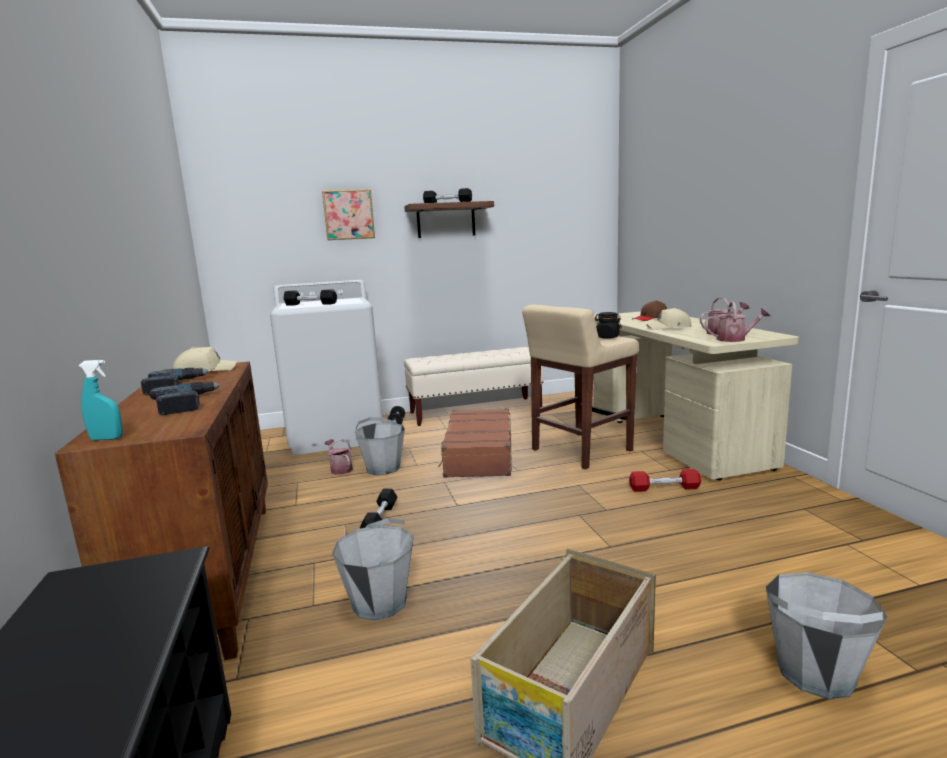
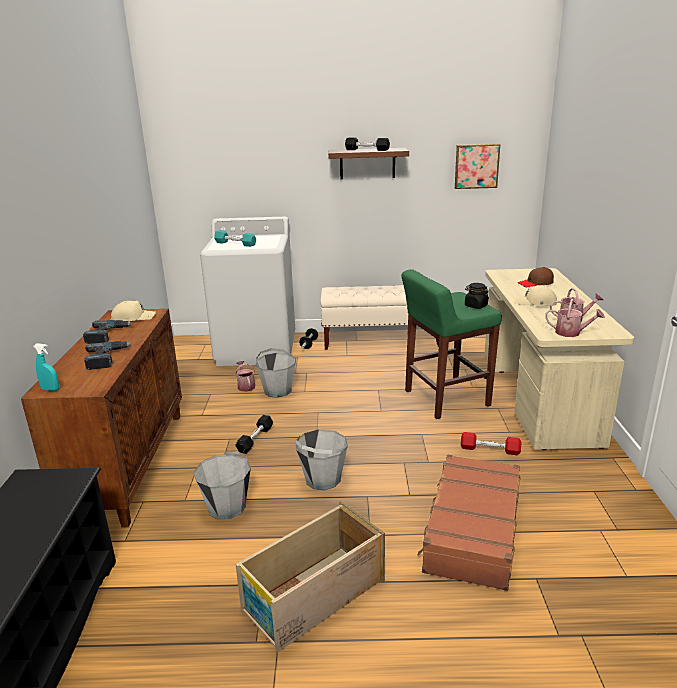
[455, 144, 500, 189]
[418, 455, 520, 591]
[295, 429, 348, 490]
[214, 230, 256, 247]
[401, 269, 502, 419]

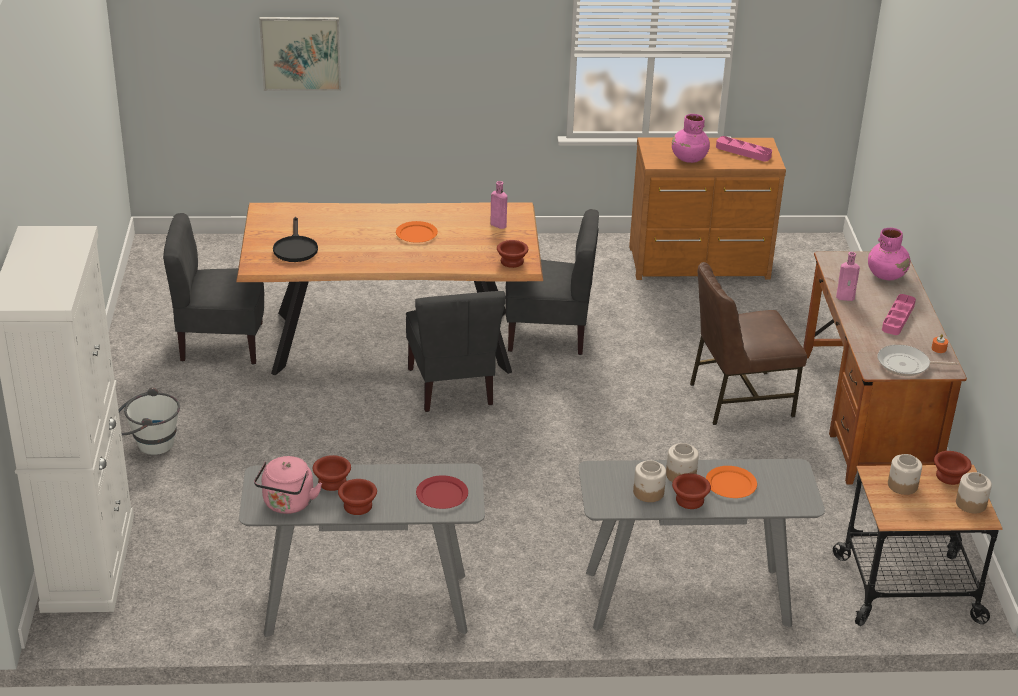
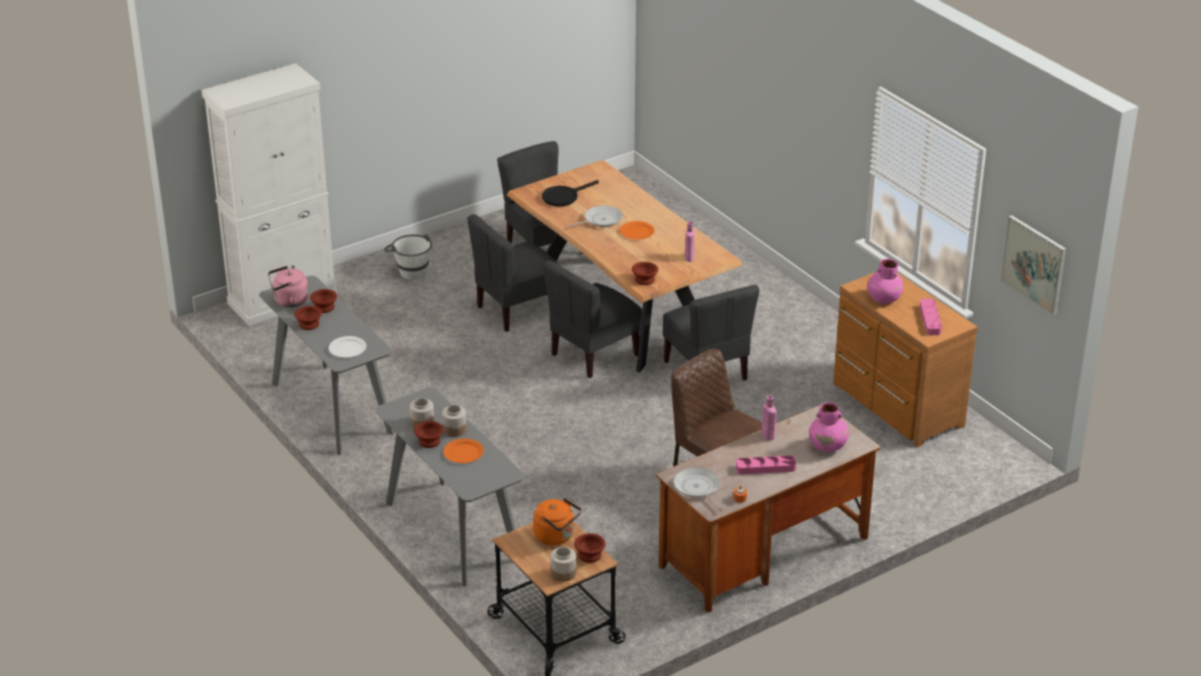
[467, 214, 559, 332]
[567, 206, 623, 228]
[1000, 215, 1066, 315]
[533, 498, 582, 545]
[329, 336, 366, 358]

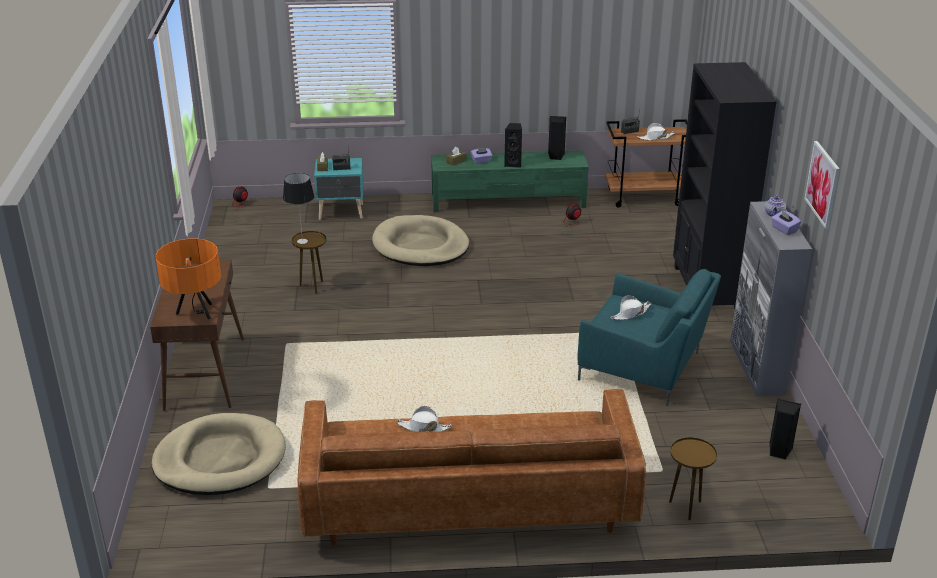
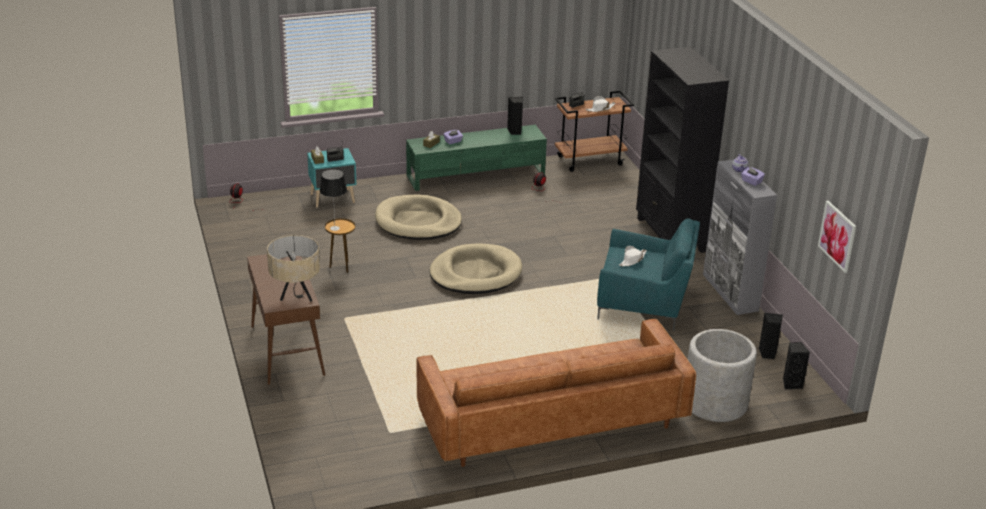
[397, 406, 452, 432] (first image)
[430, 243, 522, 294]
[783, 342, 810, 389]
[818, 201, 856, 273]
[688, 329, 757, 422]
[267, 235, 320, 302]

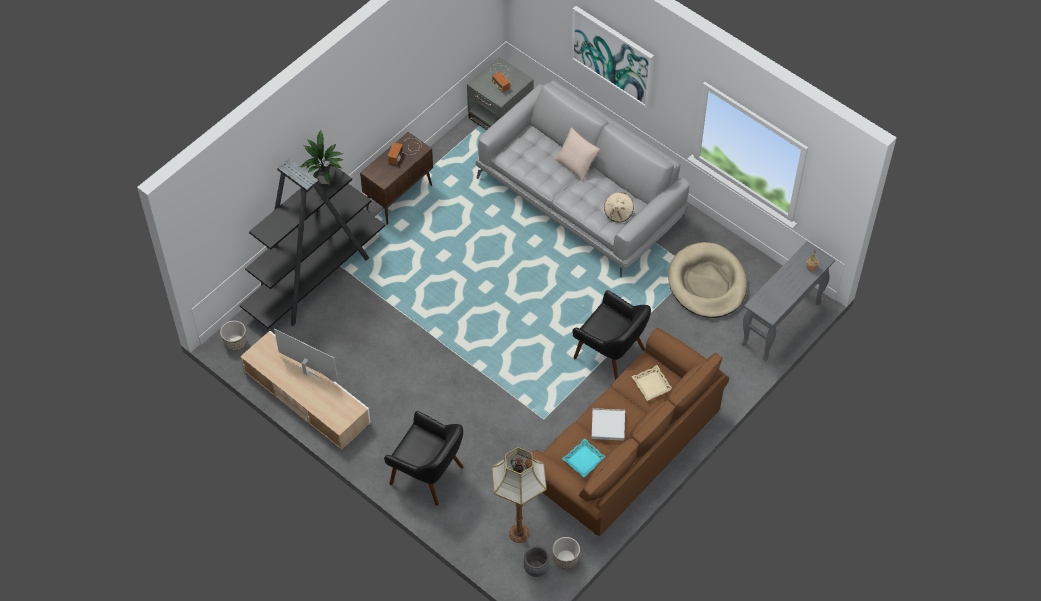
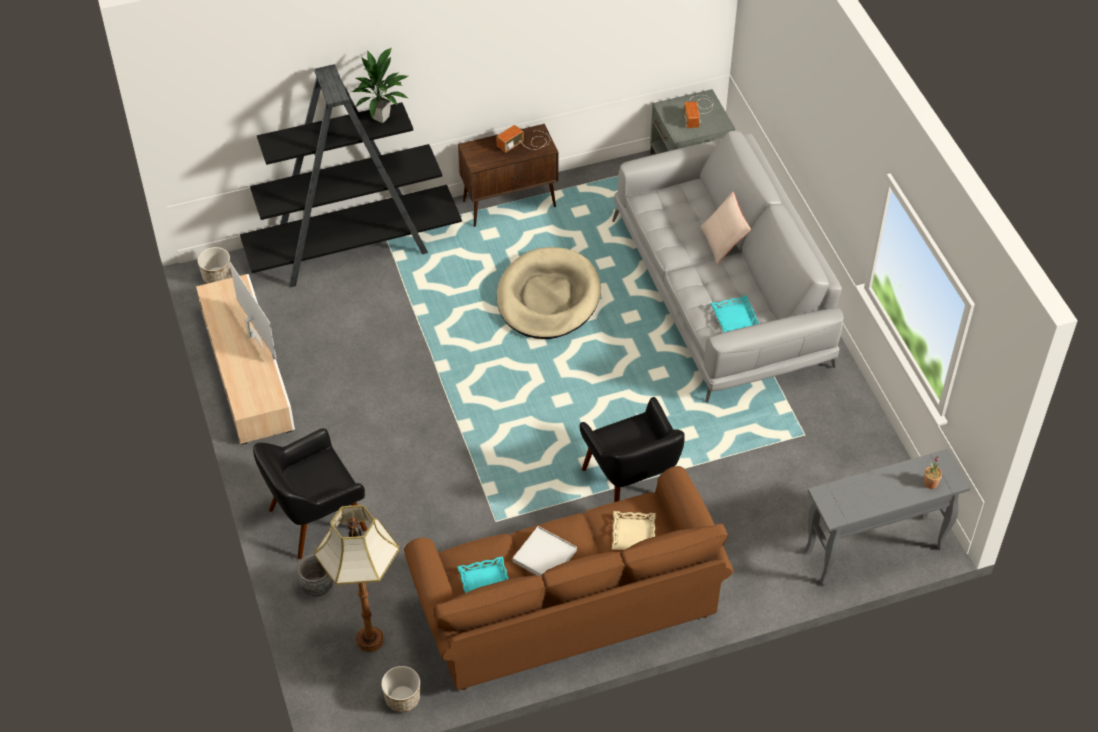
[571, 6, 654, 108] (first image)
[297, 554, 333, 597]
[497, 247, 601, 339]
[710, 295, 760, 333]
[253, 428, 367, 559]

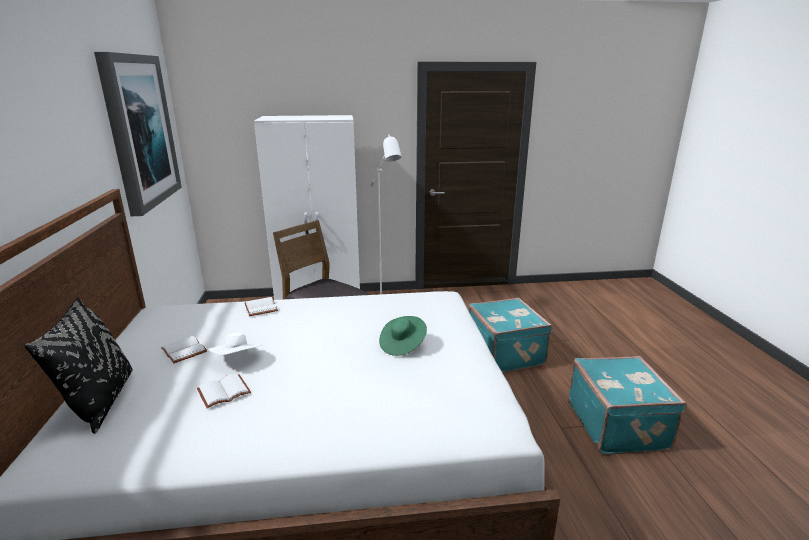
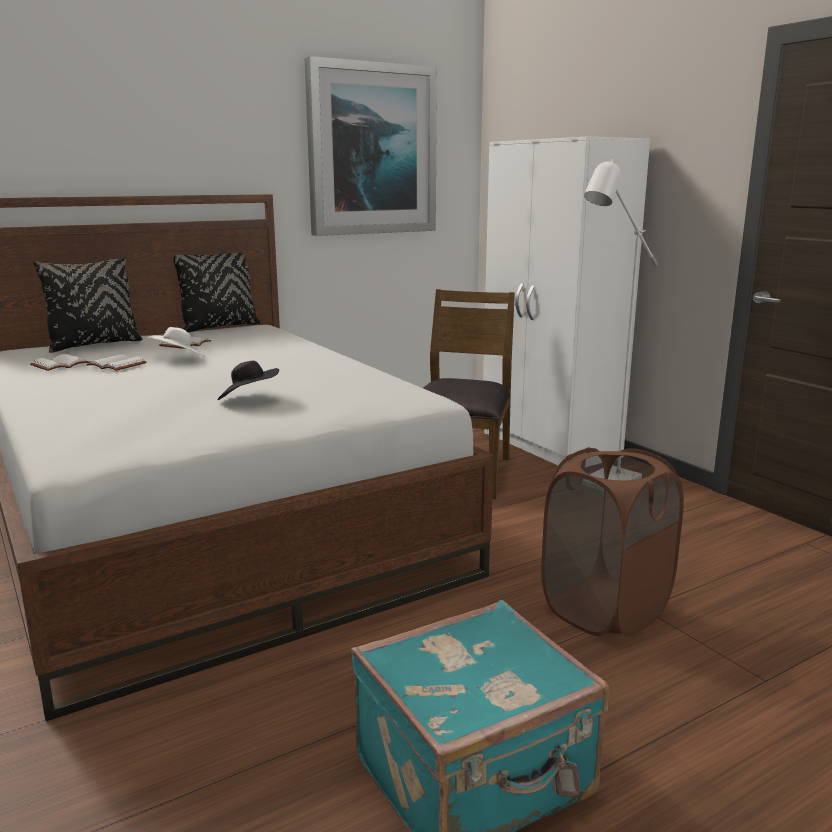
[173, 252, 260, 333]
[30, 354, 90, 371]
[541, 447, 684, 637]
[217, 361, 279, 400]

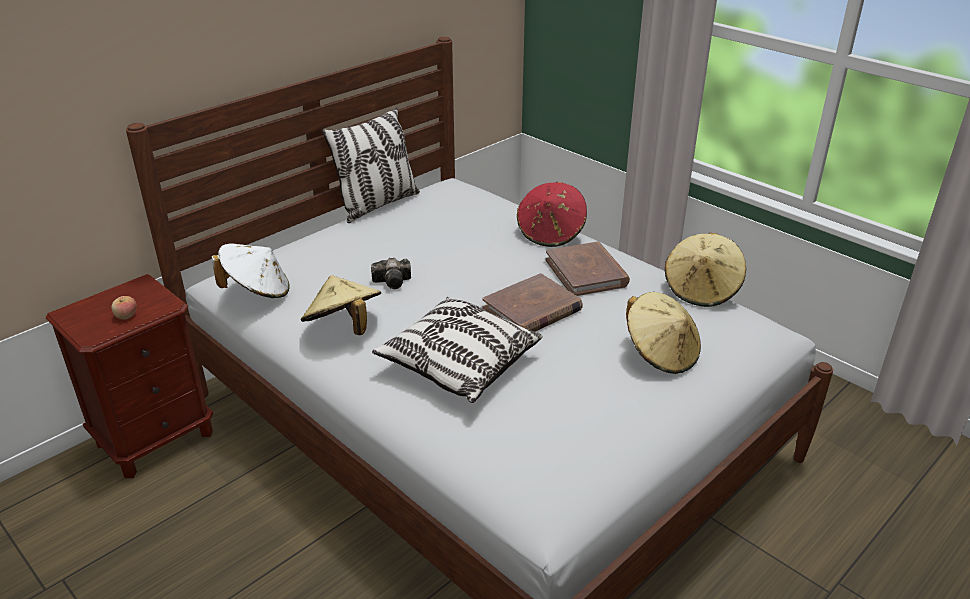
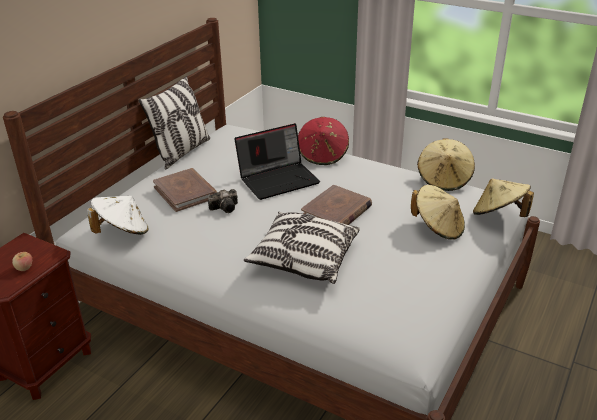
[234, 123, 320, 200]
[473, 178, 534, 217]
[153, 168, 217, 212]

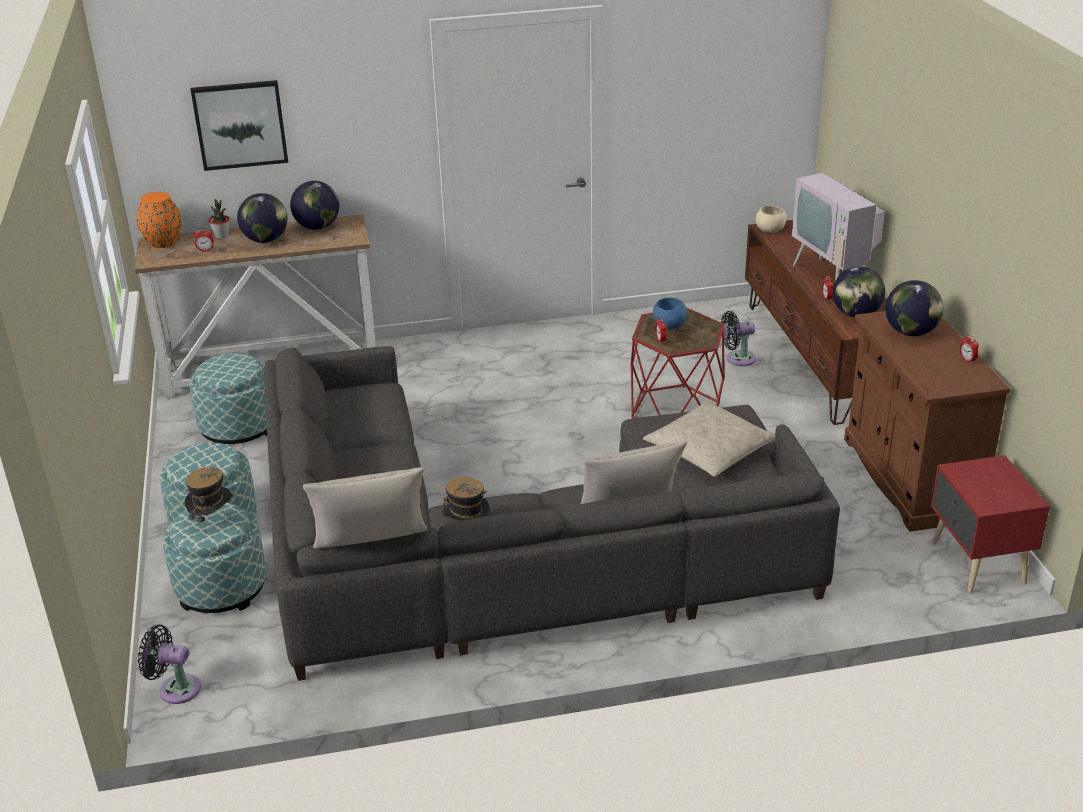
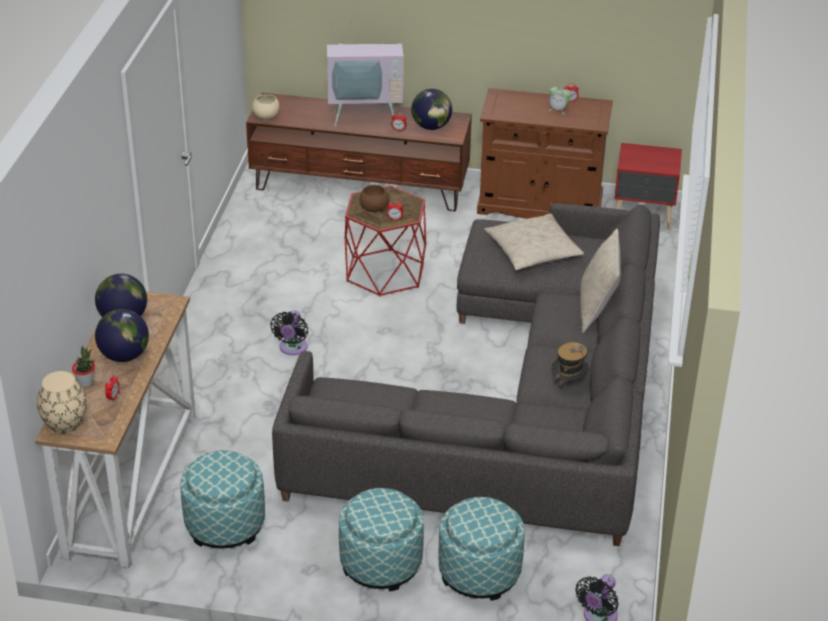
[184, 467, 233, 534] (first image)
[191, 80, 288, 171] (first image)
[303, 467, 427, 549] (first image)
[885, 280, 943, 336] (first image)
[549, 85, 571, 115]
[270, 310, 308, 355]
[37, 371, 87, 433]
[360, 185, 389, 212]

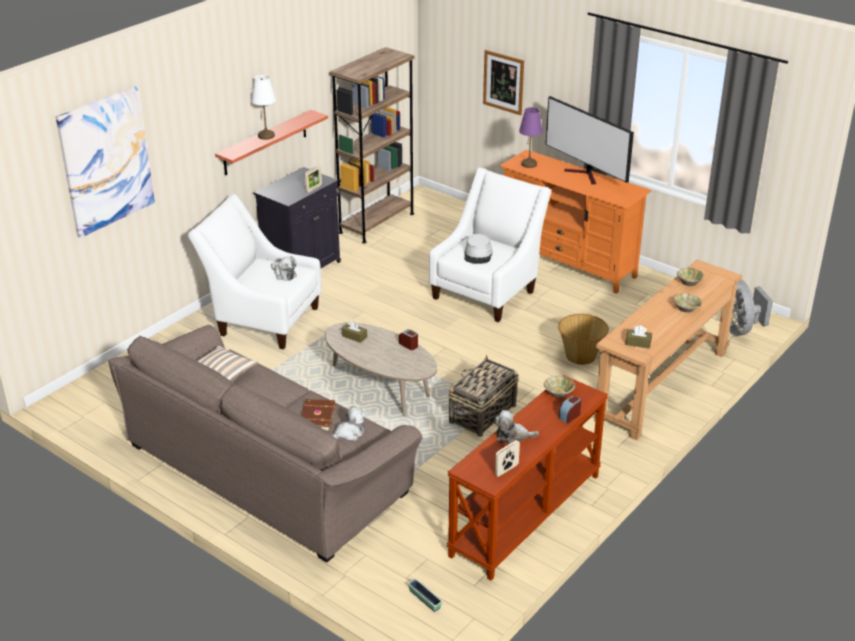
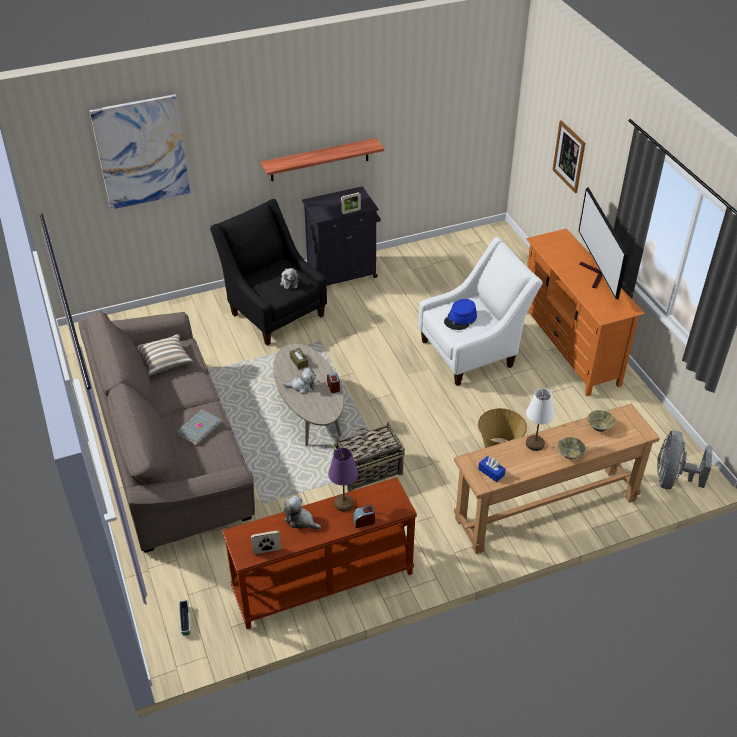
[330, 47, 415, 244] (first image)
[544, 376, 575, 398] (first image)
[526, 388, 555, 451]
[282, 367, 316, 394]
[328, 448, 358, 512]
[210, 199, 327, 346]
[176, 409, 222, 446]
[444, 299, 477, 330]
[478, 456, 505, 482]

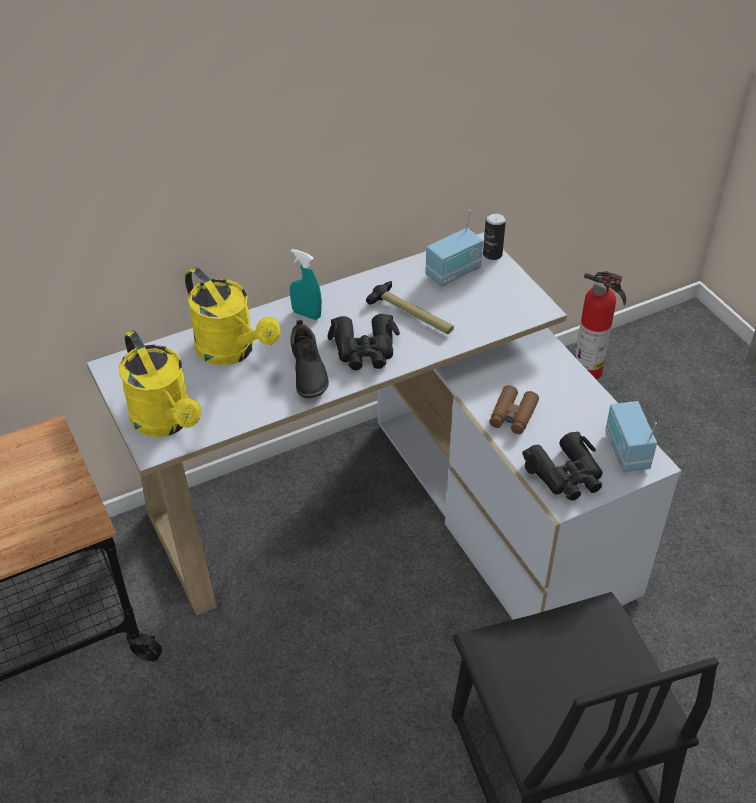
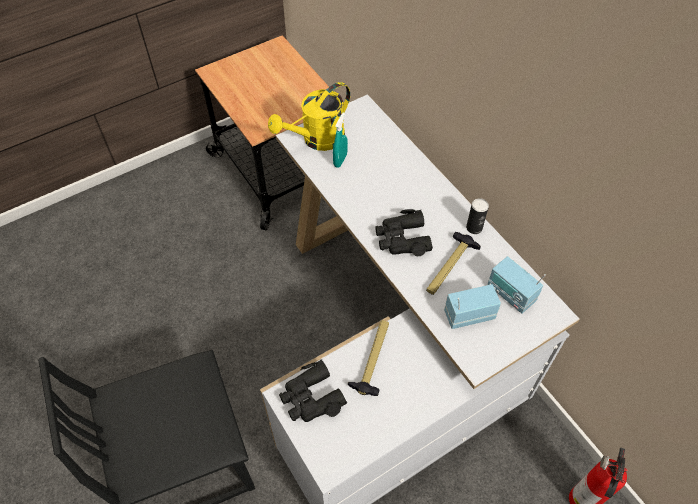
[185, 267, 280, 365] (first image)
[291, 320, 329, 398] (first image)
[333, 113, 348, 168]
[466, 198, 489, 234]
[444, 284, 501, 329]
[348, 320, 389, 396]

